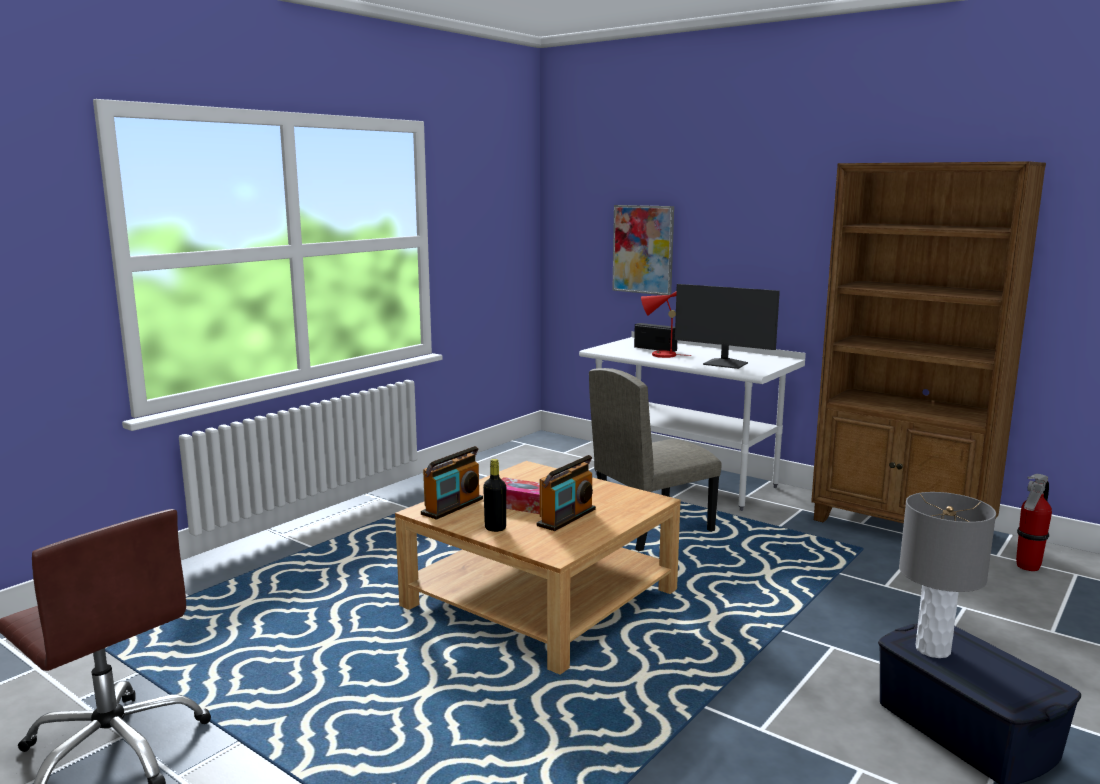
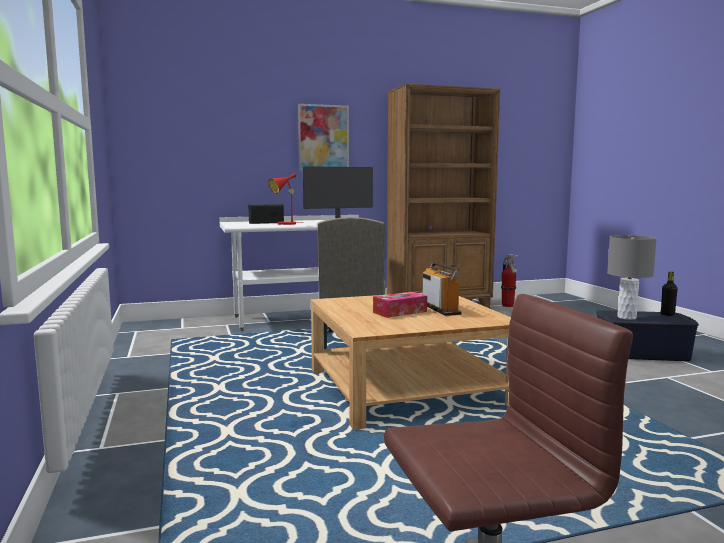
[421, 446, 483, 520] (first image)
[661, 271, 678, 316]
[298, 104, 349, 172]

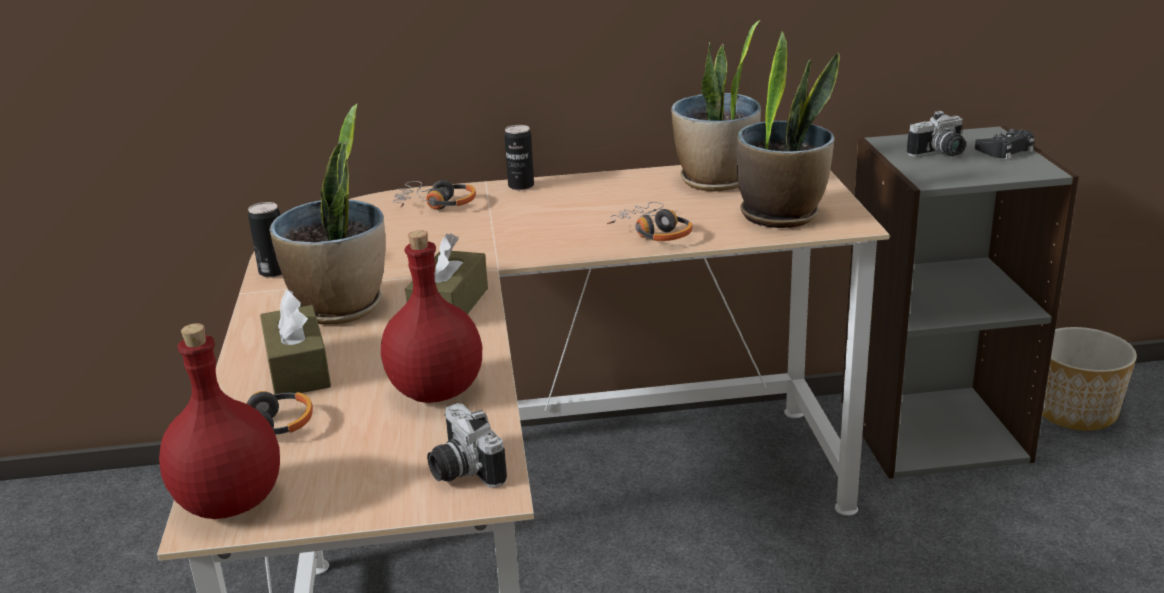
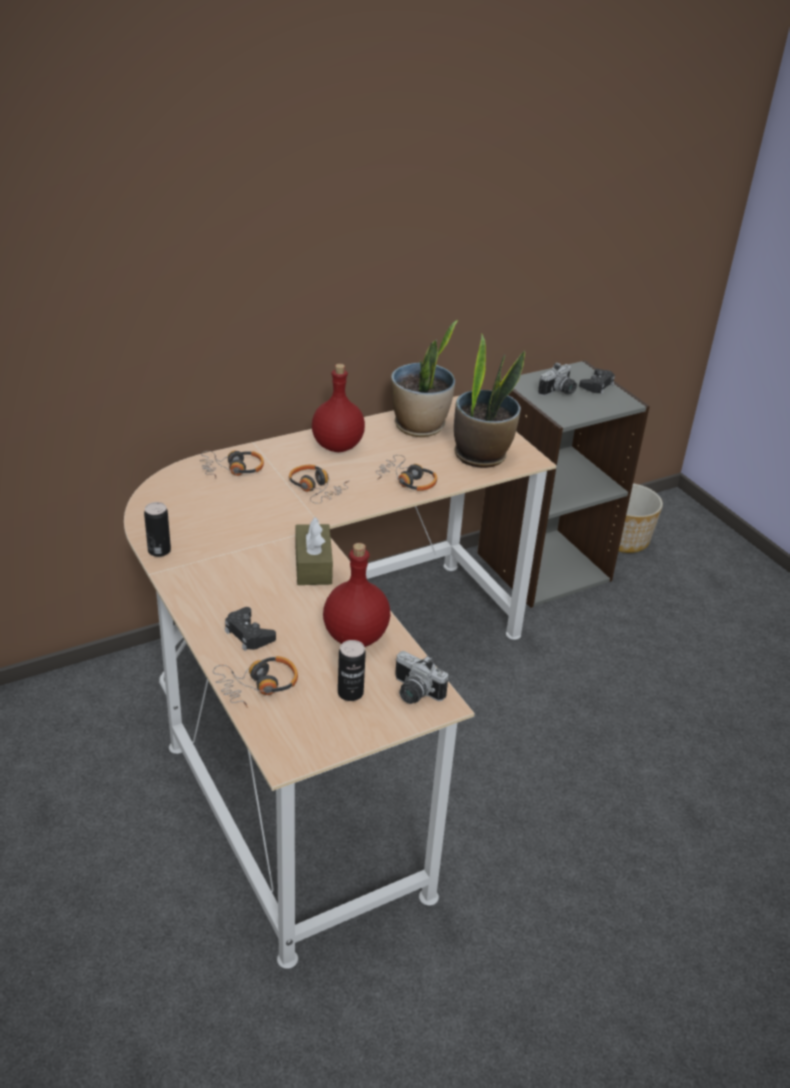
[270, 104, 385, 325] (first image)
[289, 465, 349, 504]
[312, 364, 365, 452]
[338, 640, 366, 701]
[225, 607, 276, 651]

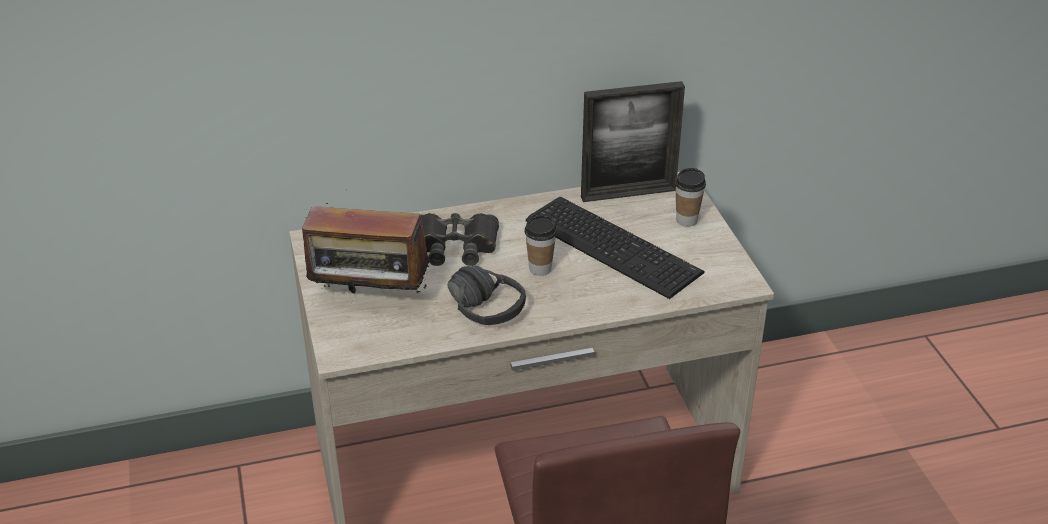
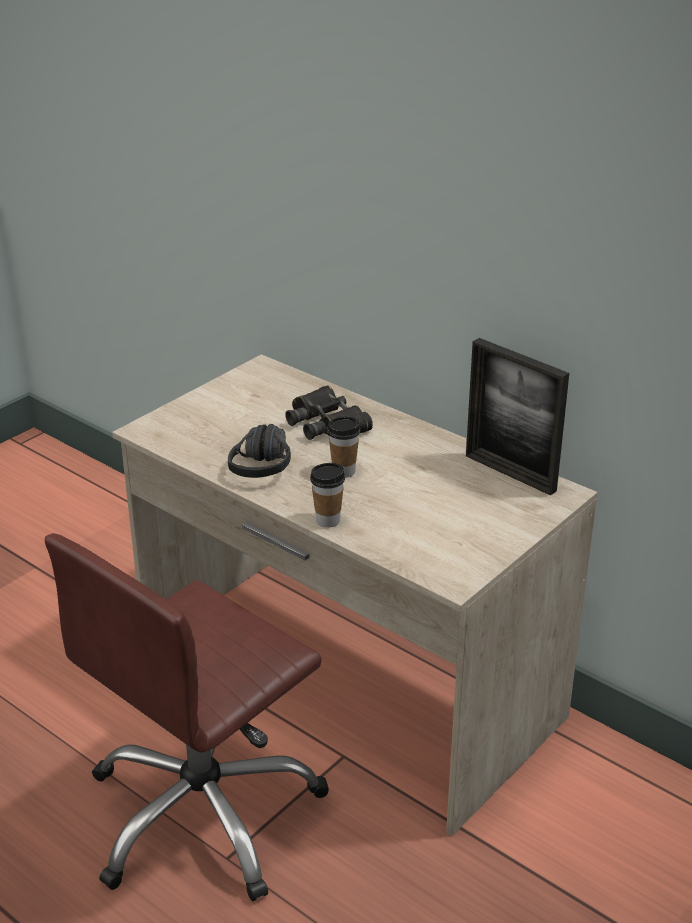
[302, 203, 430, 310] (first image)
[526, 197, 705, 299] (first image)
[310, 463, 345, 528]

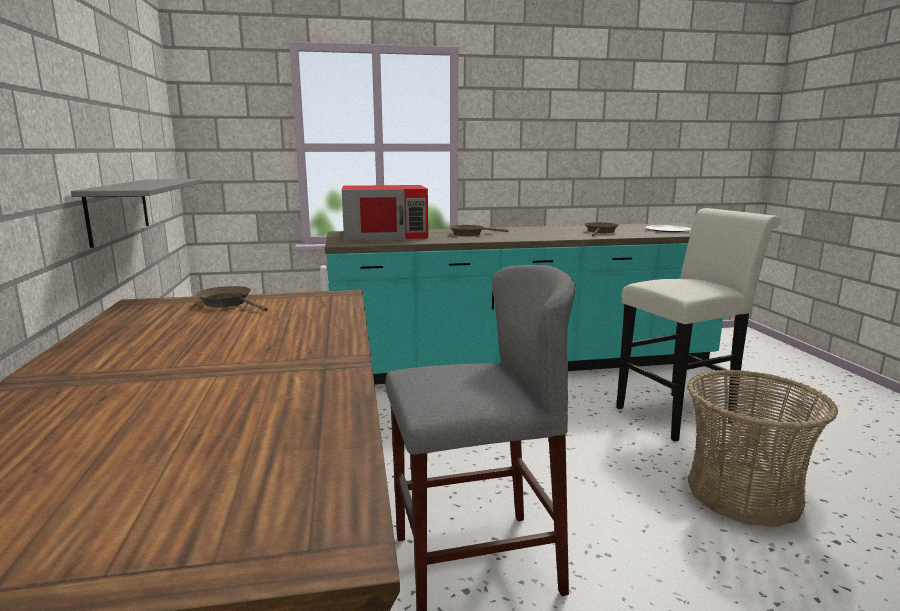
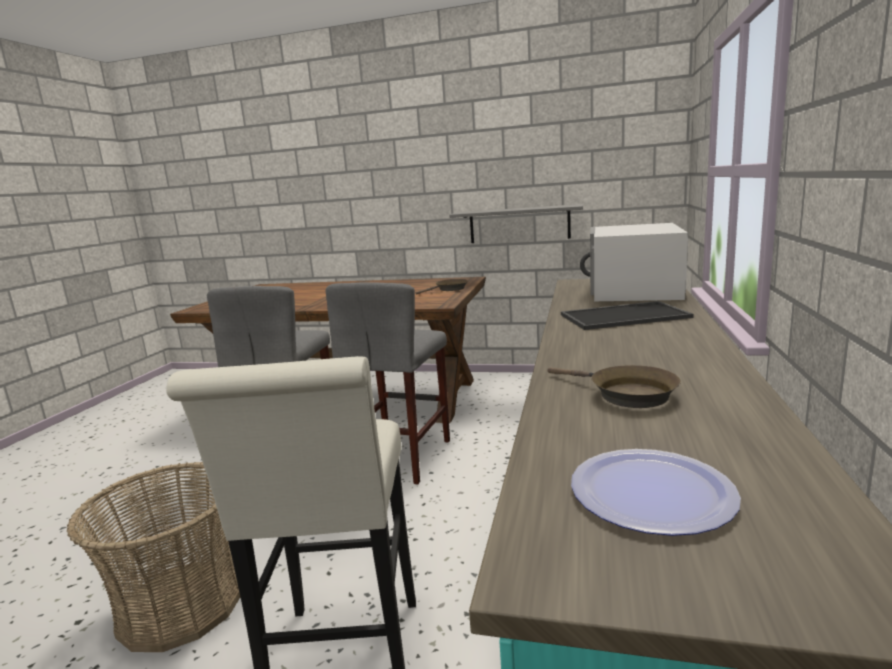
[326, 282, 450, 484]
[561, 301, 693, 330]
[580, 223, 688, 301]

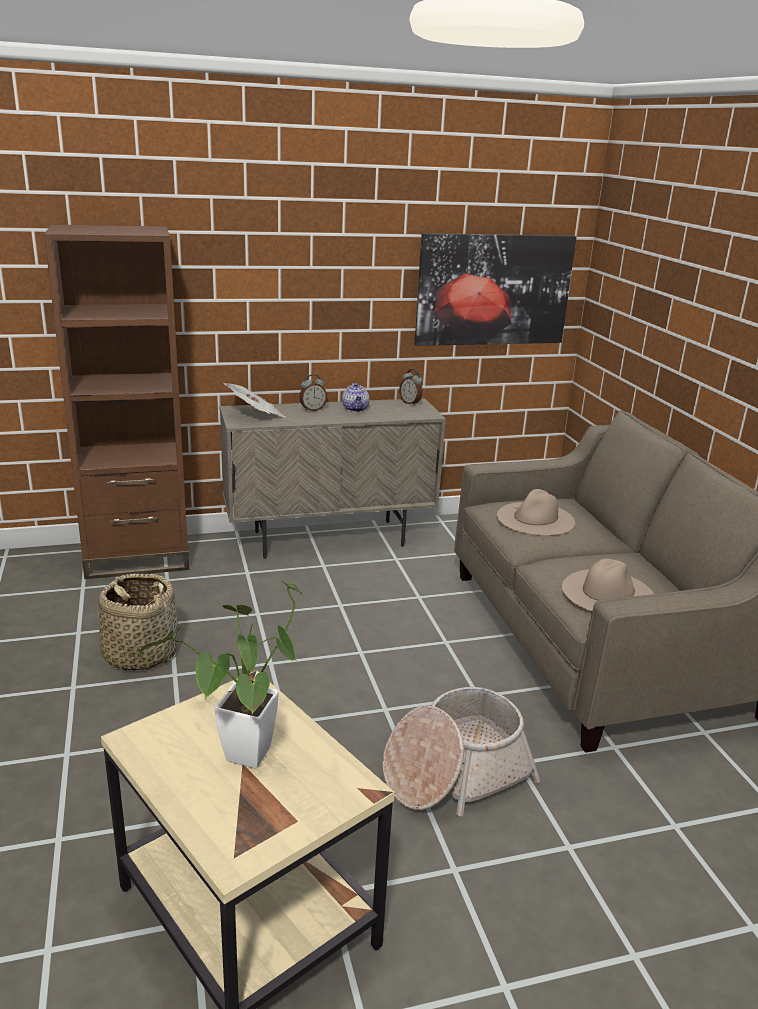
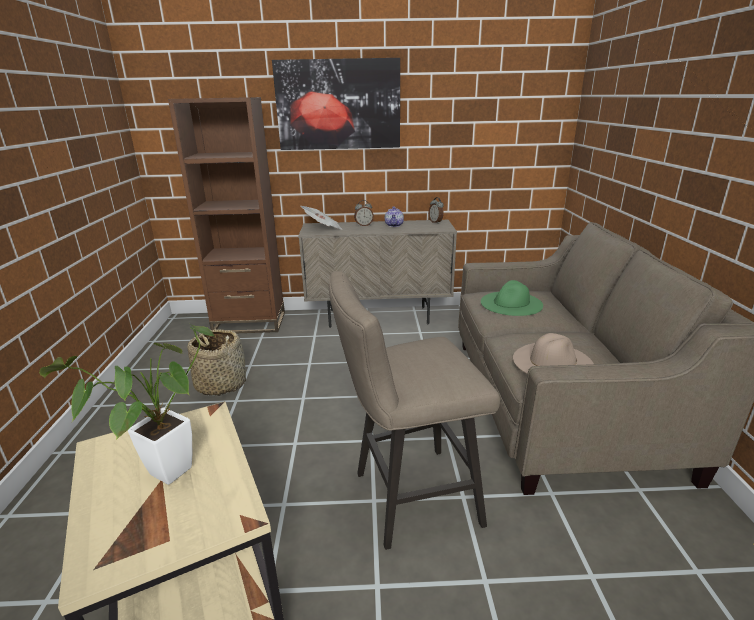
[272, 58, 400, 150]
[329, 271, 500, 550]
[481, 280, 543, 316]

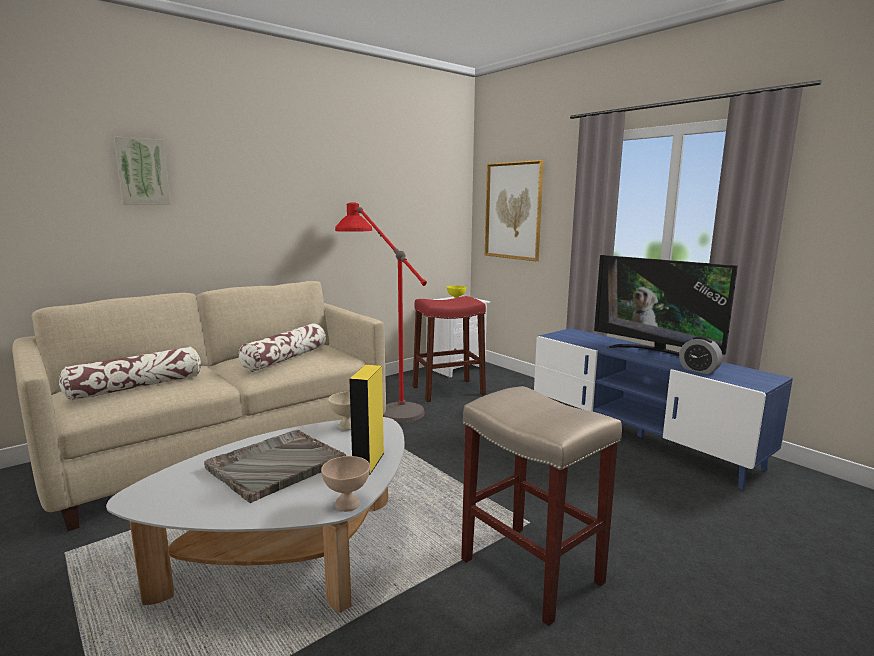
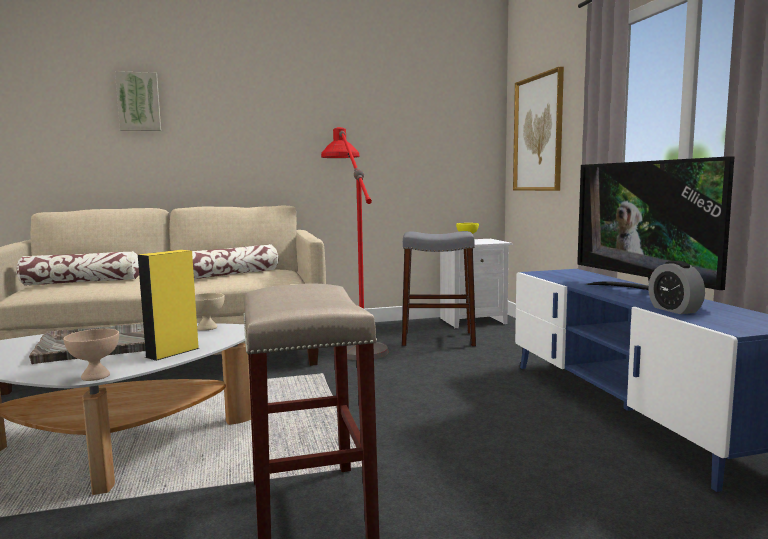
[402, 231, 476, 347]

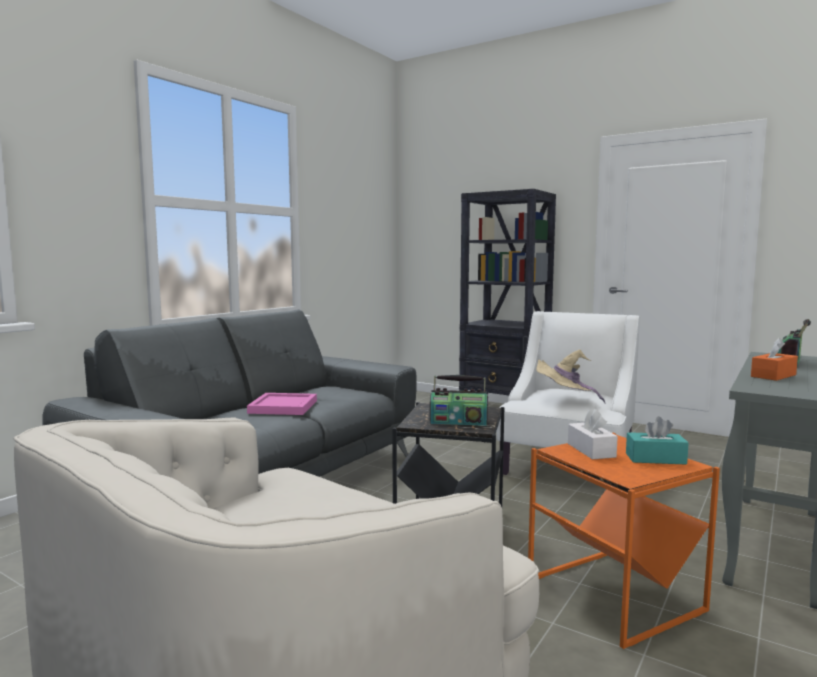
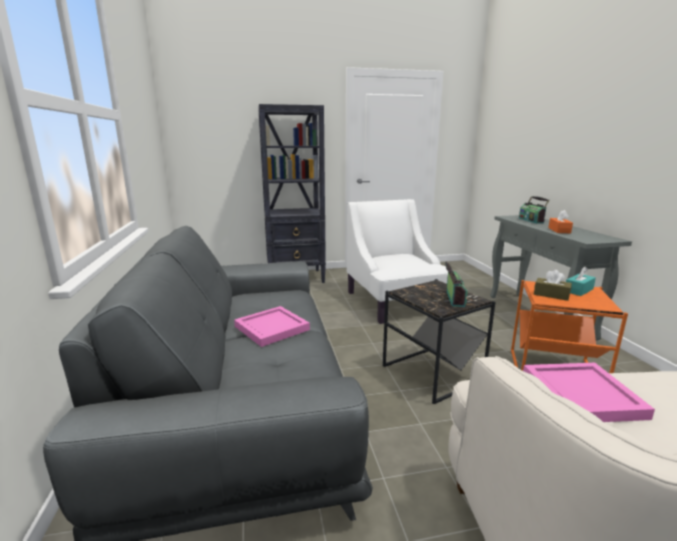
[536, 349, 605, 403] (first image)
[523, 363, 655, 422]
[534, 270, 572, 301]
[445, 261, 468, 307]

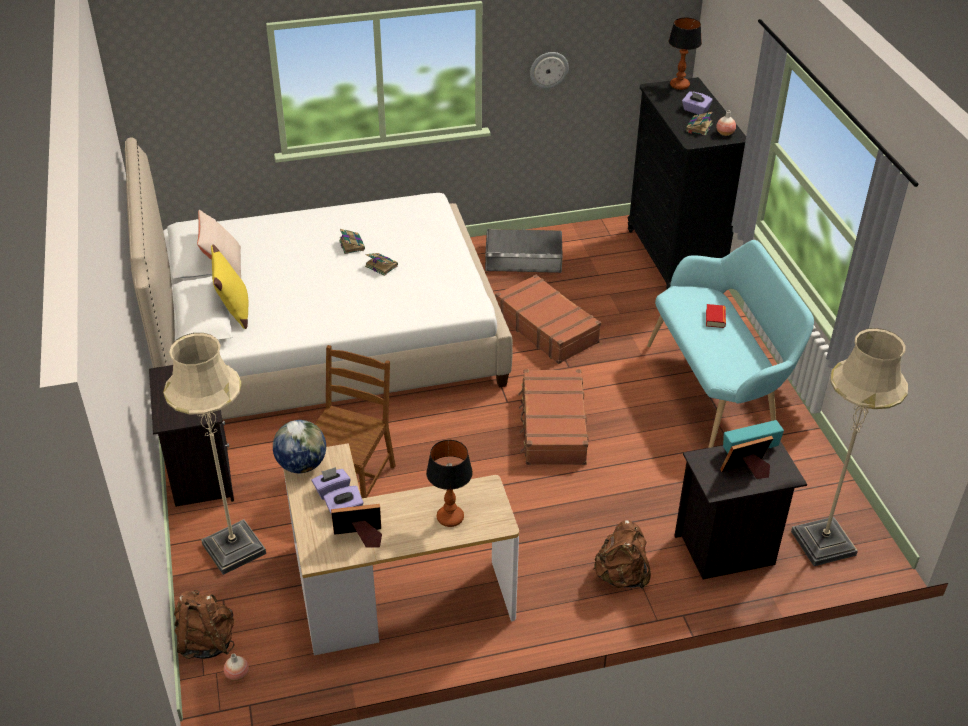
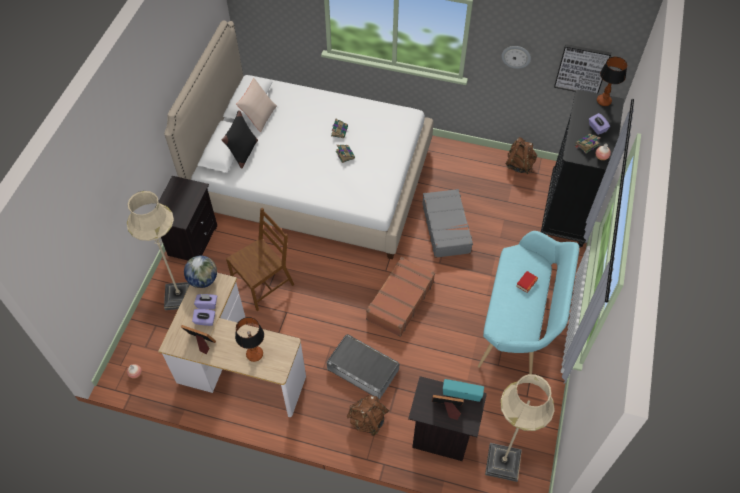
[554, 44, 611, 93]
[506, 137, 537, 174]
[327, 334, 399, 399]
[222, 110, 258, 168]
[422, 189, 473, 258]

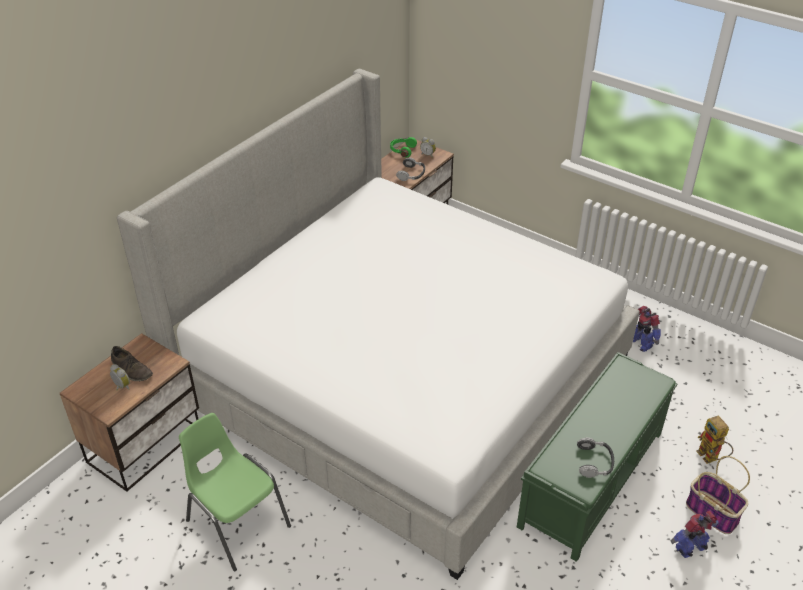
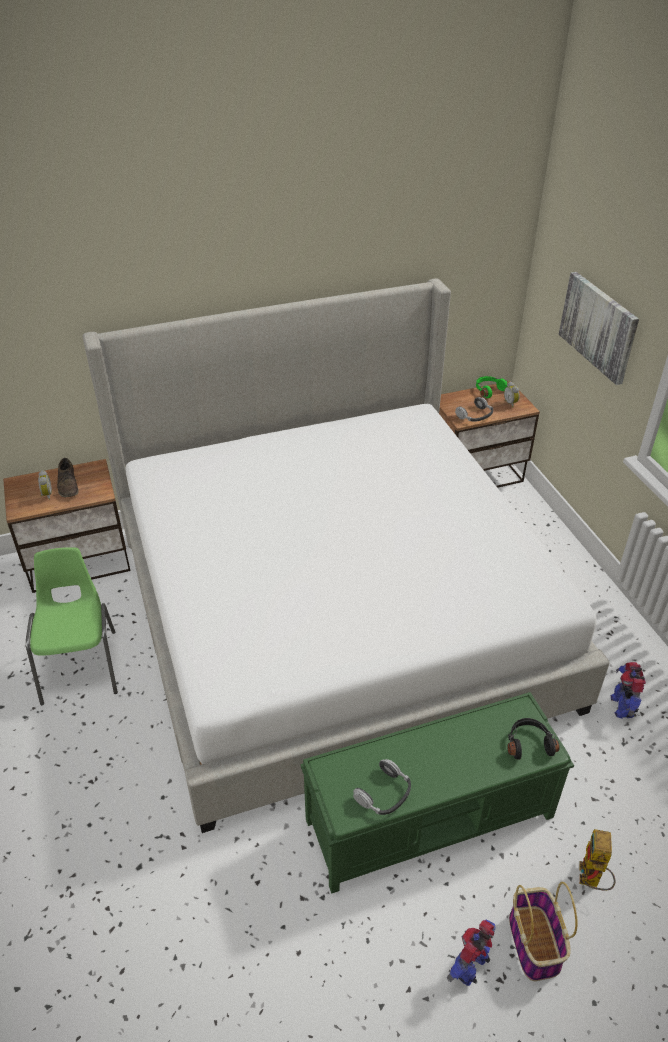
[508, 718, 560, 760]
[559, 272, 639, 385]
[447, 920, 496, 986]

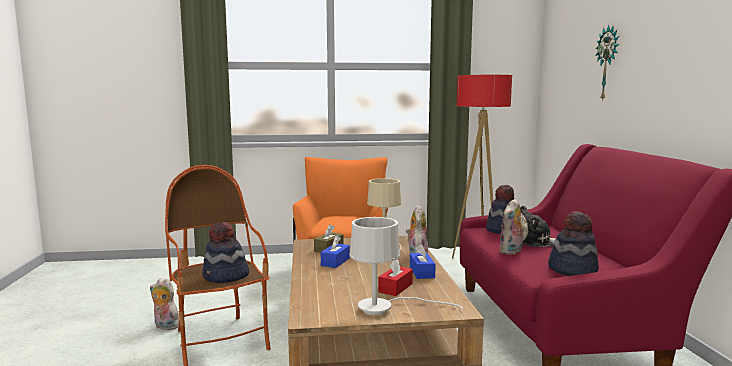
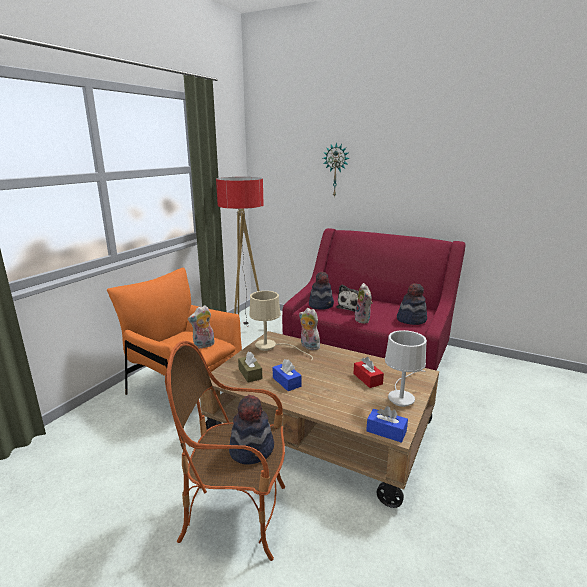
[188, 305, 214, 349]
[366, 406, 408, 443]

